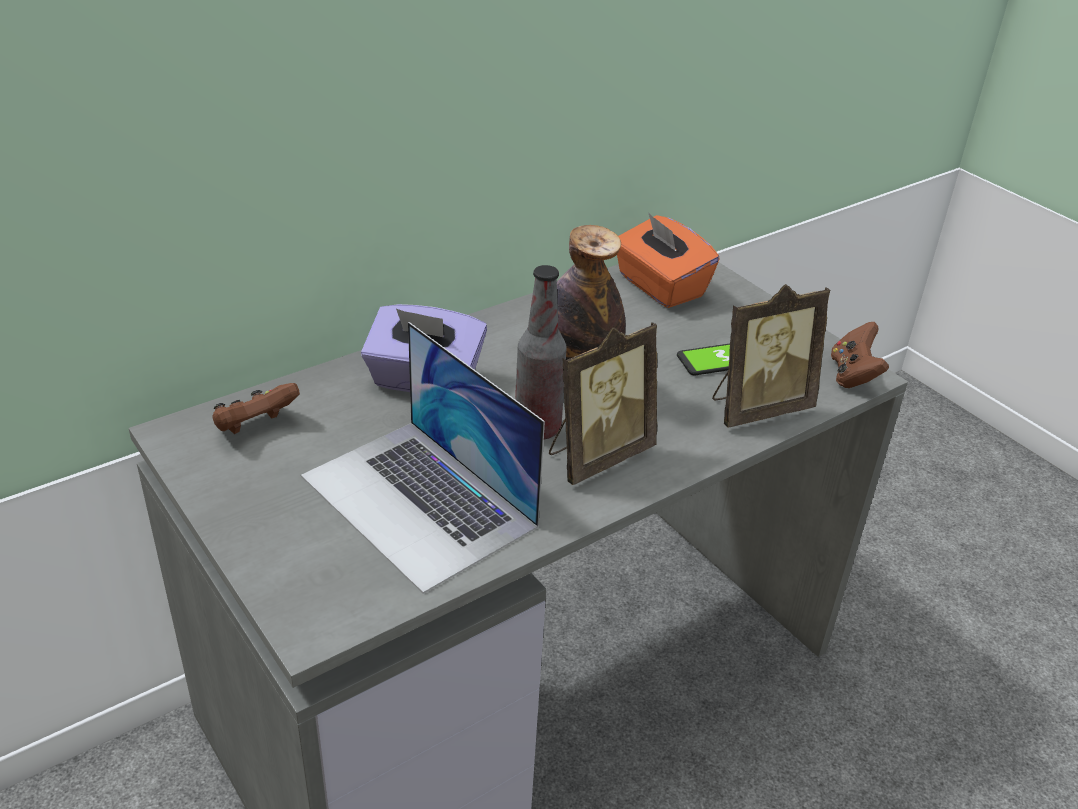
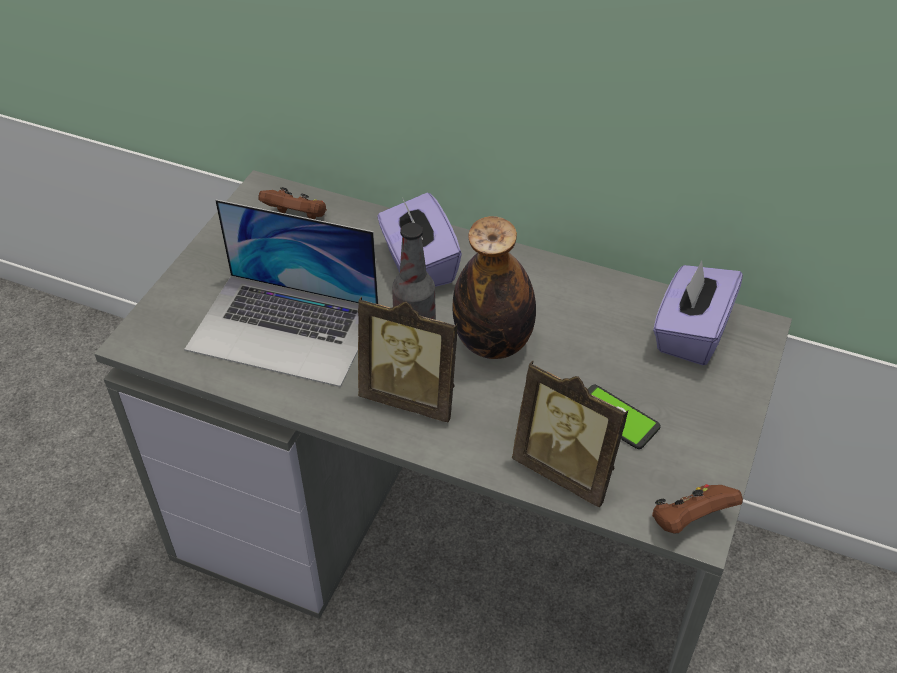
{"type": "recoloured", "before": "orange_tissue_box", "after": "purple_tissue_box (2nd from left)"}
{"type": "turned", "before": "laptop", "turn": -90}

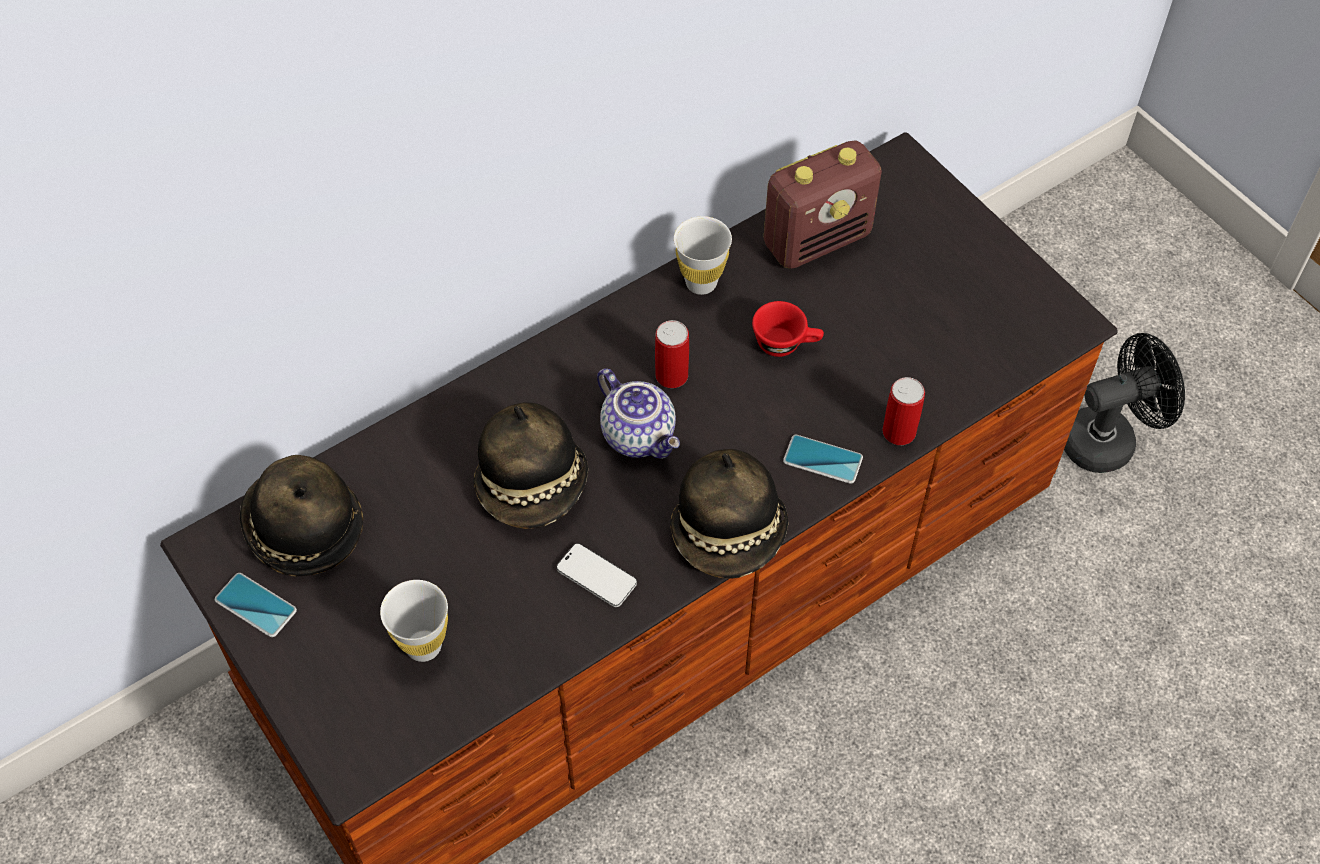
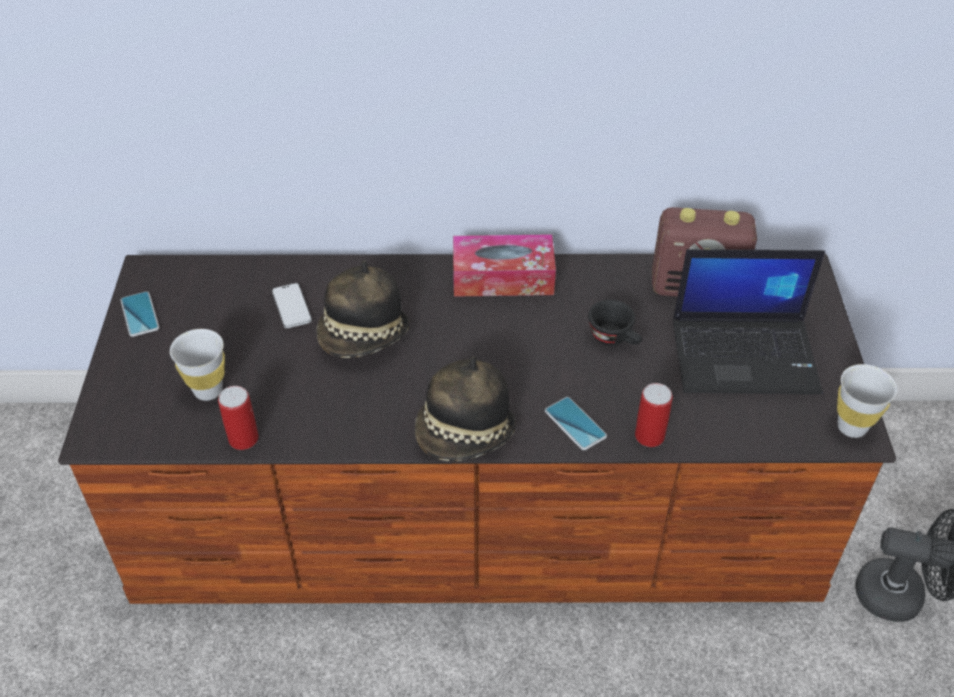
{"type": "removed", "before": "hat (1st from left)"}
{"type": "removed", "before": "teapot"}
{"type": "added", "after": "tissue_box"}
{"type": "added", "after": "laptop"}
{"type": "moved", "before": "phone (2nd from left)"}
{"type": "moved", "before": "can (1st from left)"}
{"type": "moved", "before": "white_cup (2nd from left)"}
{"type": "recoloured", "before": "red_cup", "after": "black_cup"}

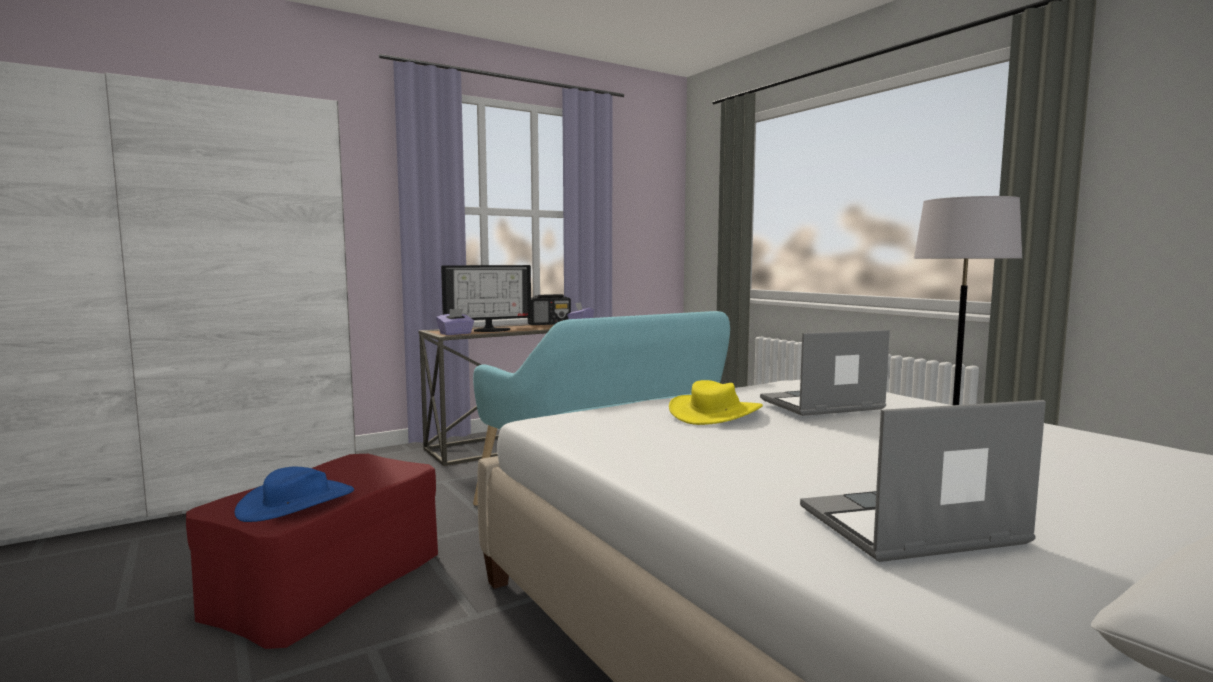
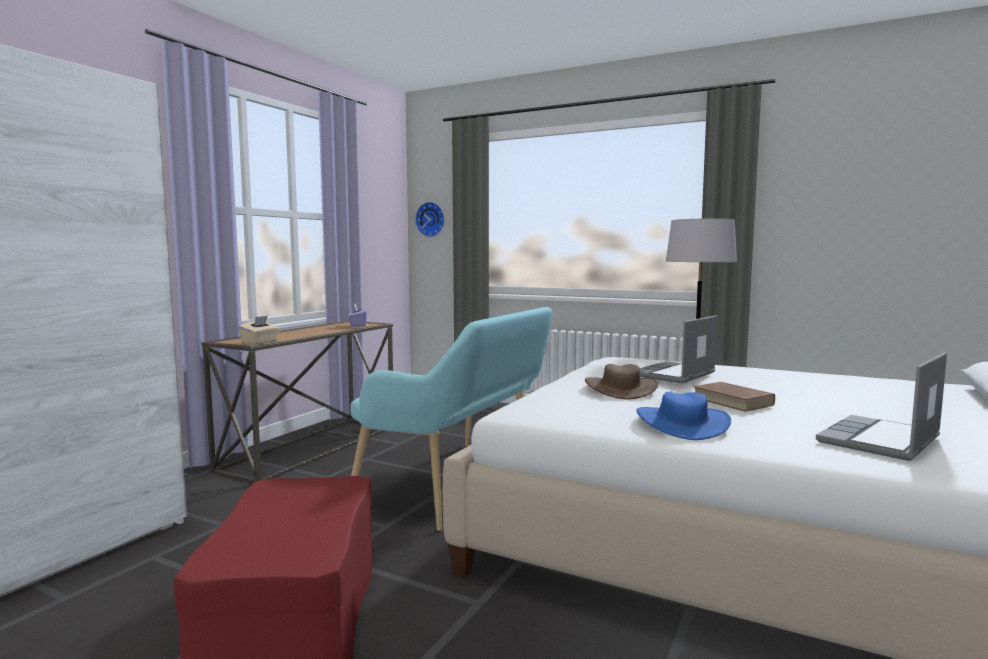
{"type": "removed", "before": "monitor"}
{"type": "removed", "before": "radio"}
{"type": "added", "after": "wall_clock"}
{"type": "added", "after": "brown_book"}
{"type": "moved", "before": "blue_hat"}
{"type": "recoloured", "before": "purple_tissue_box (1st from left)", "after": "beige_tissue_box"}
{"type": "recoloured", "before": "yellow_hat", "after": "brown_hat"}

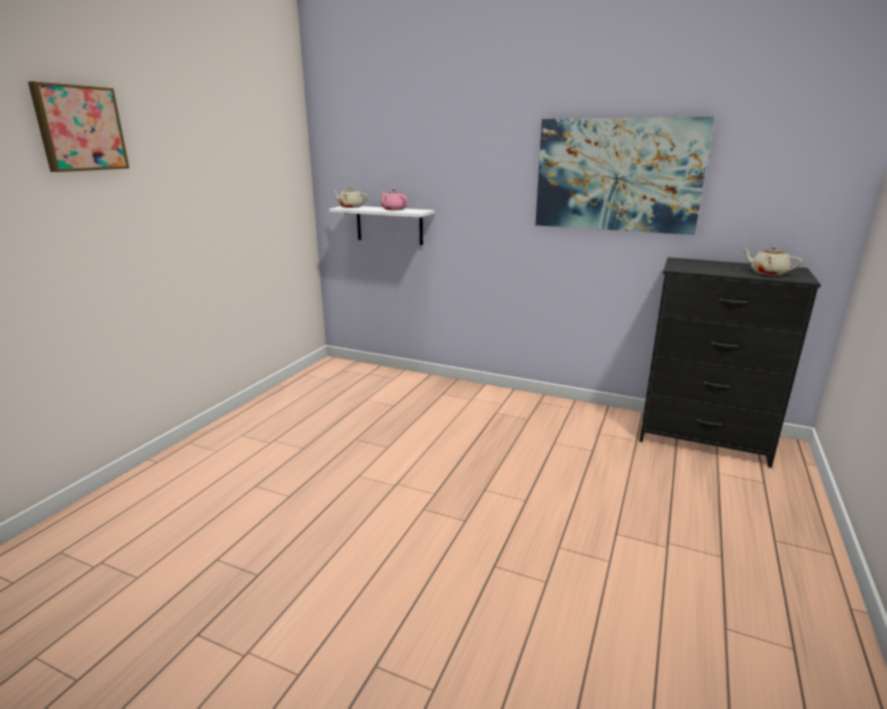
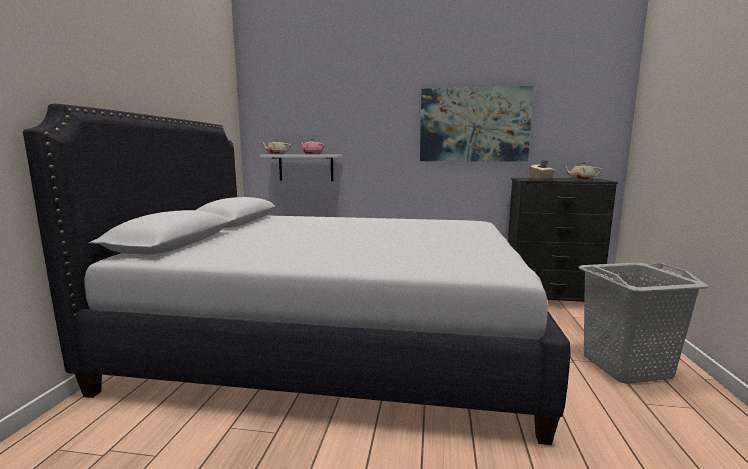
{"type": "removed", "before": "picture (1st from left)"}
{"type": "added", "after": "white_bed"}
{"type": "added", "after": "beige_tissue_box"}
{"type": "added", "after": "grey_laundry_basket"}

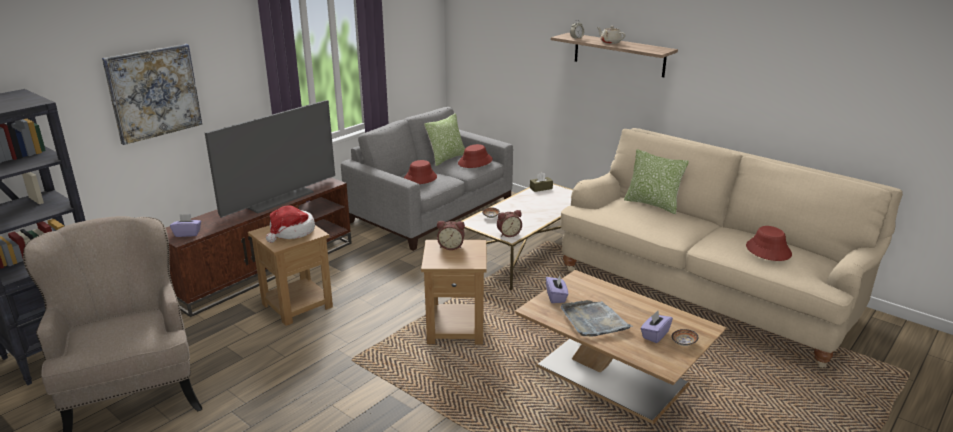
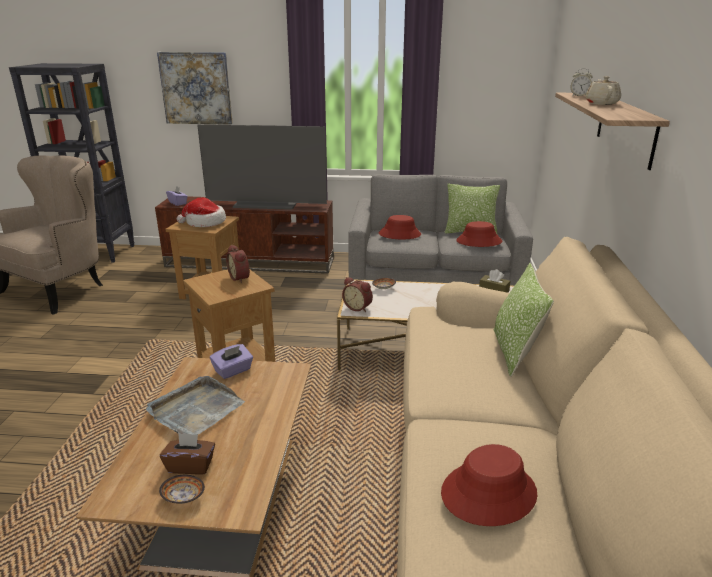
{"type": "recoloured", "before": "purple_tissue_box (3rd from left)", "after": "brown_tissue_box (1st from left)"}

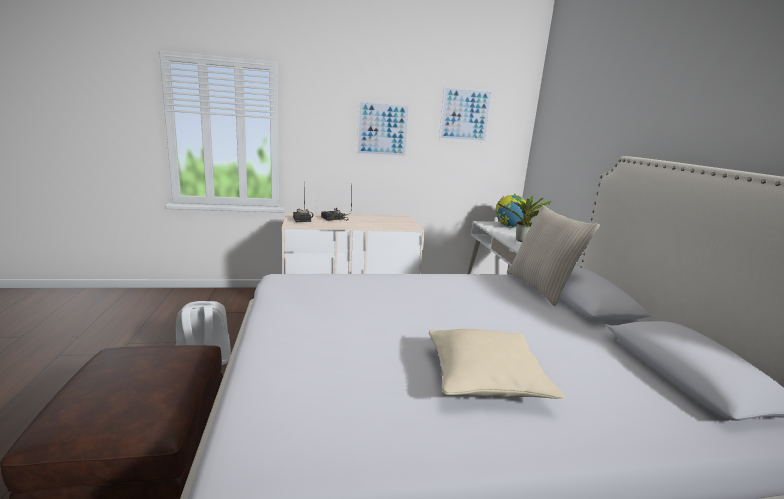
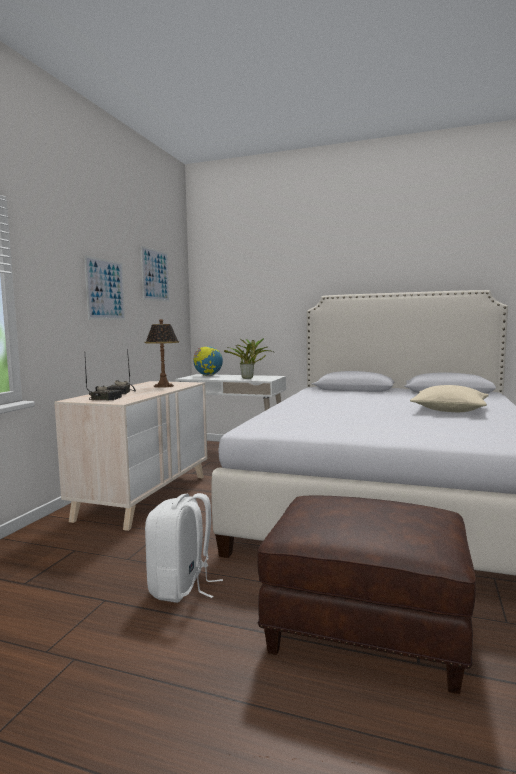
{"type": "removed", "before": "beige_pillow (2nd from left)"}
{"type": "added", "after": "table_lamp"}

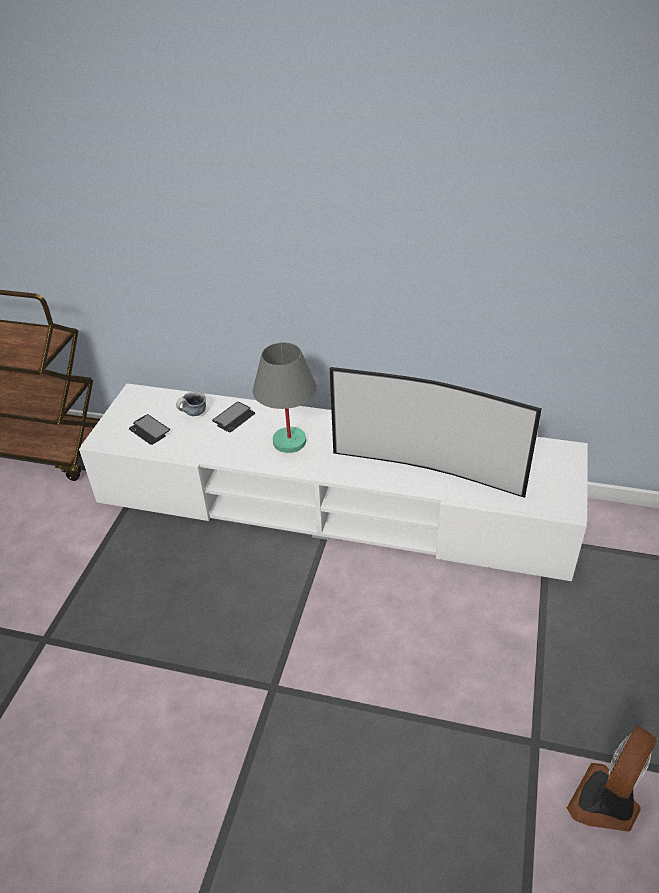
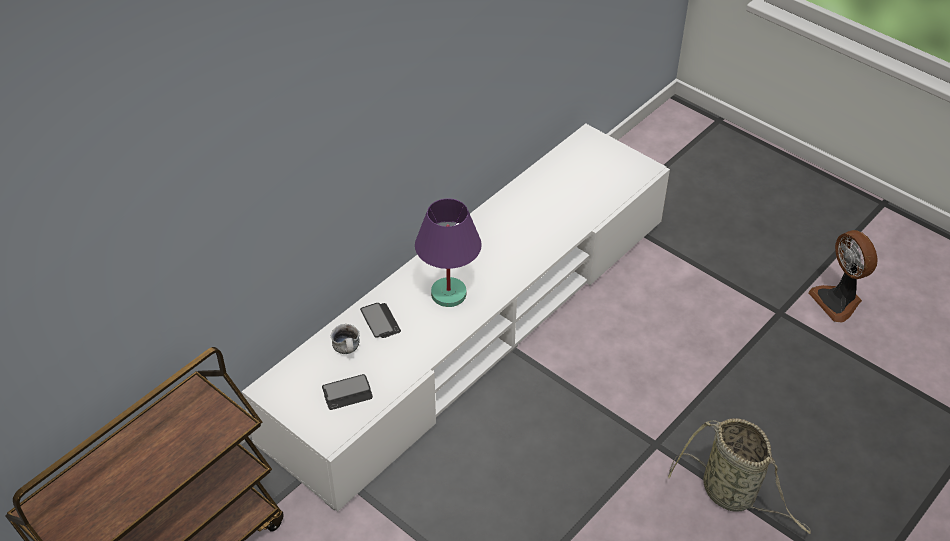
{"type": "removed", "before": "television"}
{"type": "added", "after": "basket"}
{"type": "recoloured", "before": "grey_table_lamp", "after": "purple_table_lamp"}

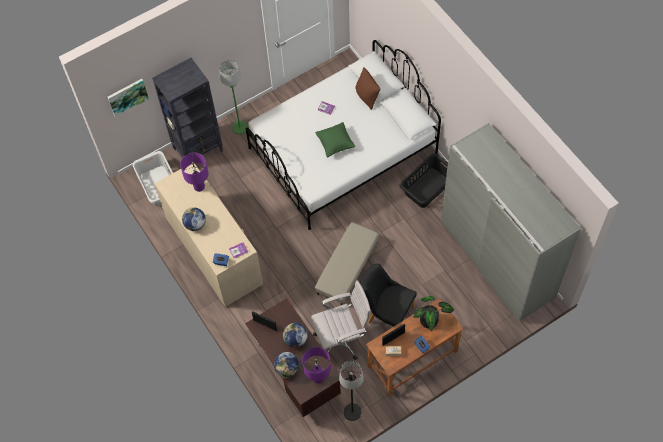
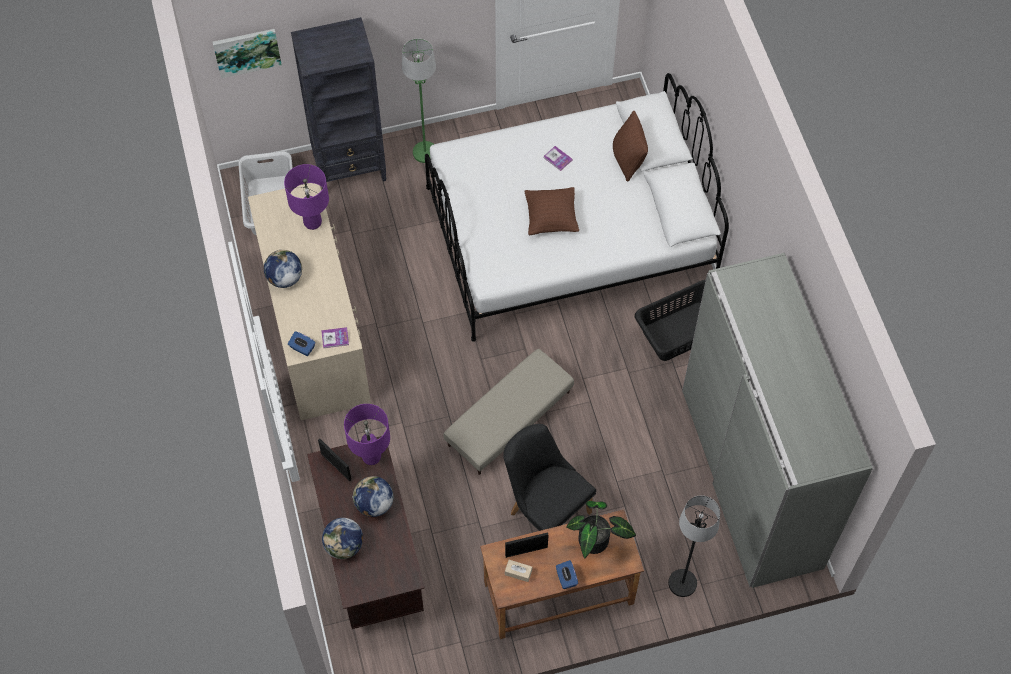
{"type": "removed", "before": "white_office_chair"}
{"type": "moved", "before": "purple_table_lamp (2nd from left)"}
{"type": "moved", "before": "black_floor_lamp"}
{"type": "recoloured", "before": "green_pillow", "after": "brown_pillow (1st from left)"}

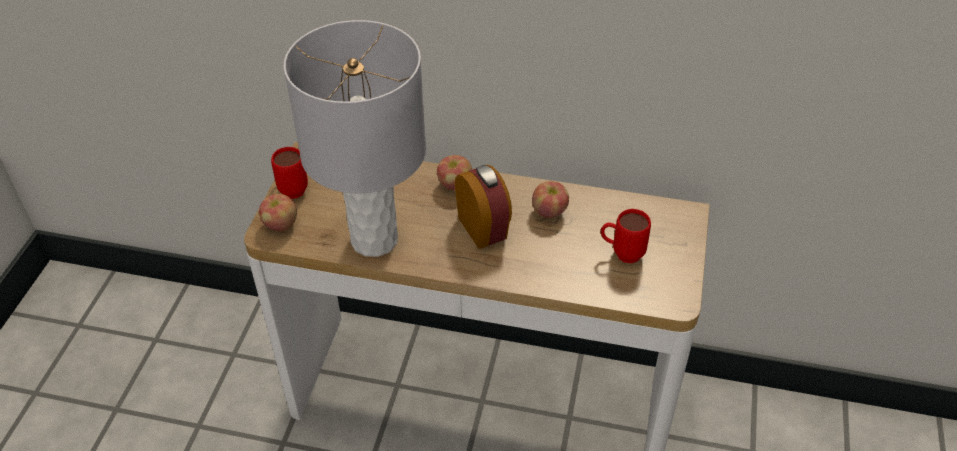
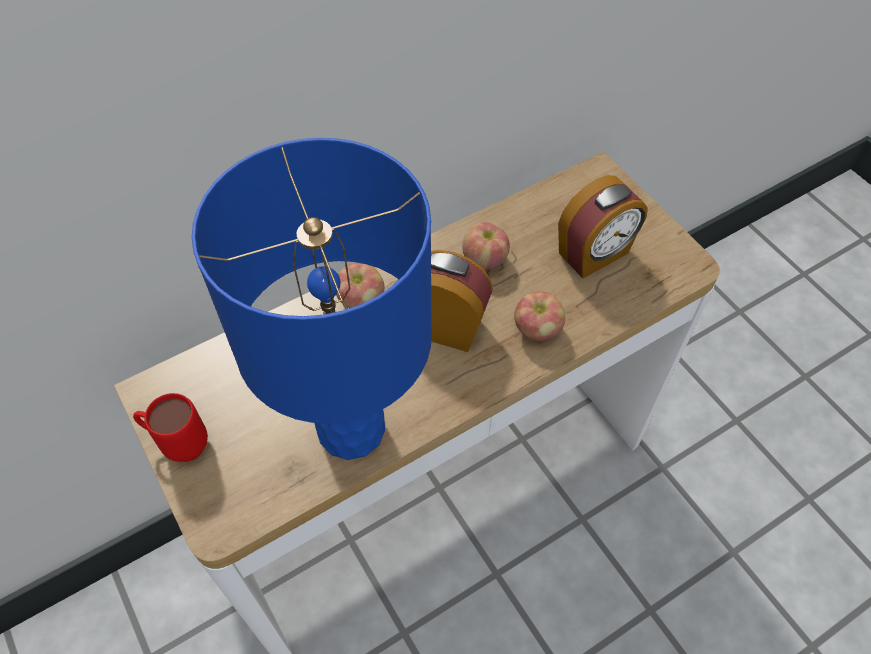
{"type": "moved", "before": "apple (1st from left in the first image)", "after": "apple (3rd from left)"}
{"type": "replaced", "before": "red_mug (2nd from left)", "after": "alarm_clock (2nd from left)"}
{"type": "recoloured", "before": "grey_table_lamp", "after": "blue_table_lamp"}

